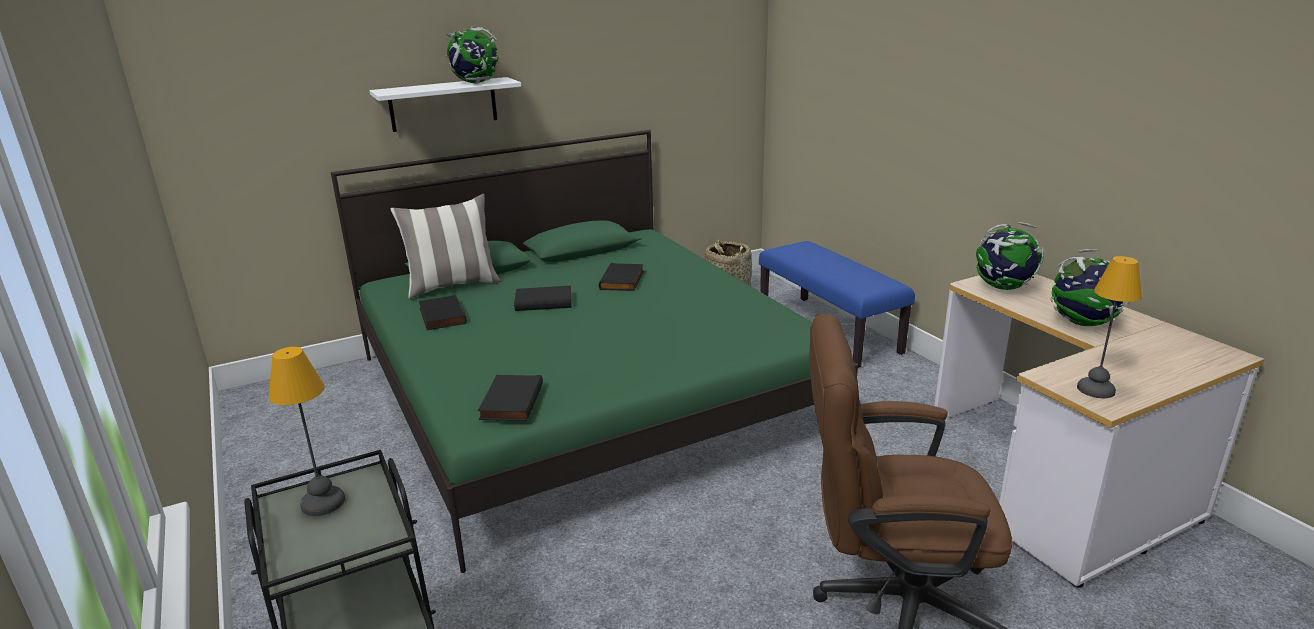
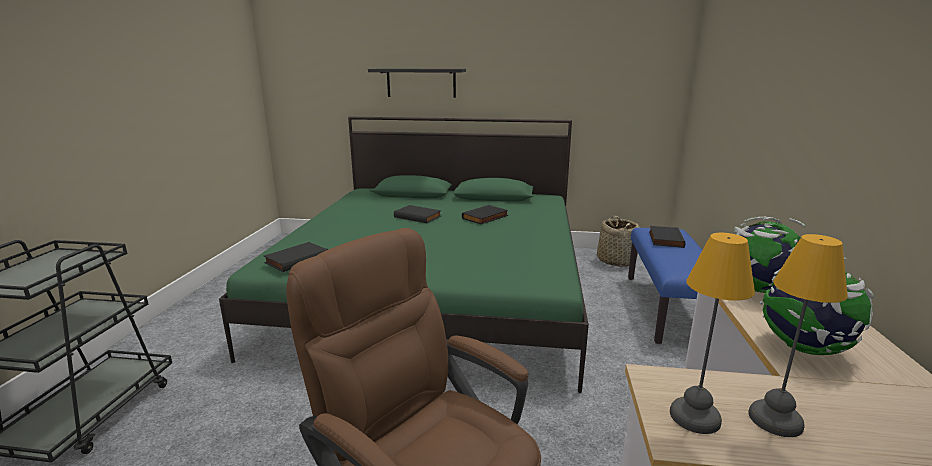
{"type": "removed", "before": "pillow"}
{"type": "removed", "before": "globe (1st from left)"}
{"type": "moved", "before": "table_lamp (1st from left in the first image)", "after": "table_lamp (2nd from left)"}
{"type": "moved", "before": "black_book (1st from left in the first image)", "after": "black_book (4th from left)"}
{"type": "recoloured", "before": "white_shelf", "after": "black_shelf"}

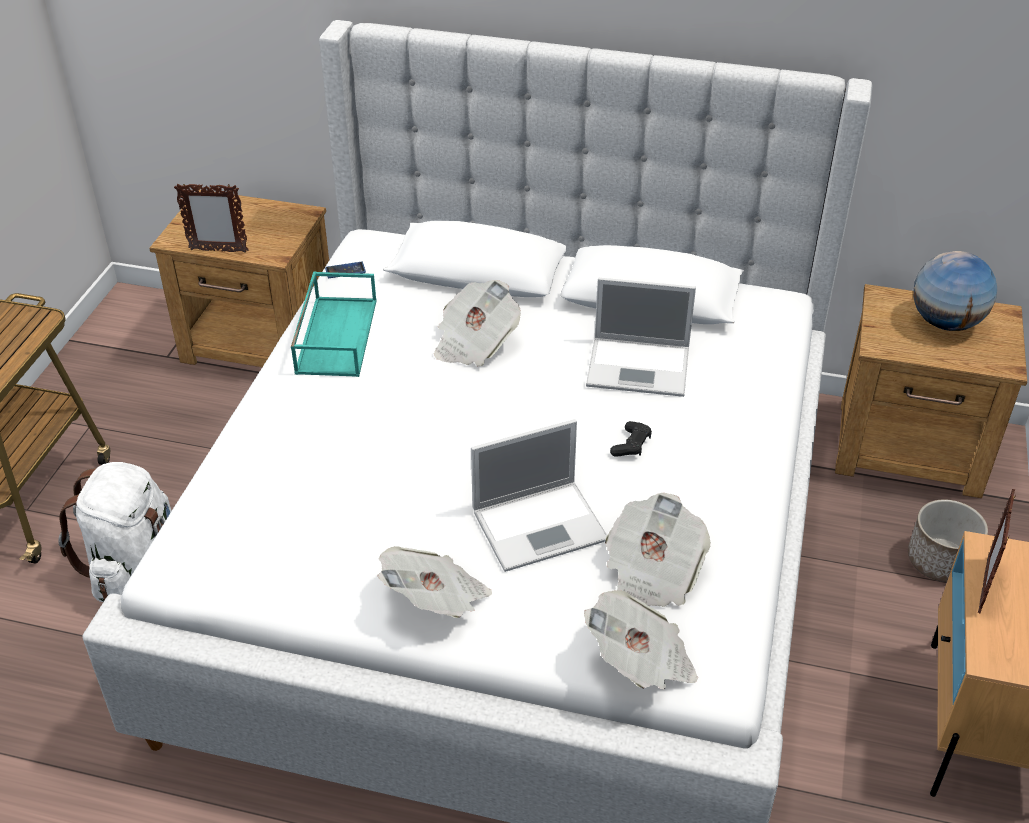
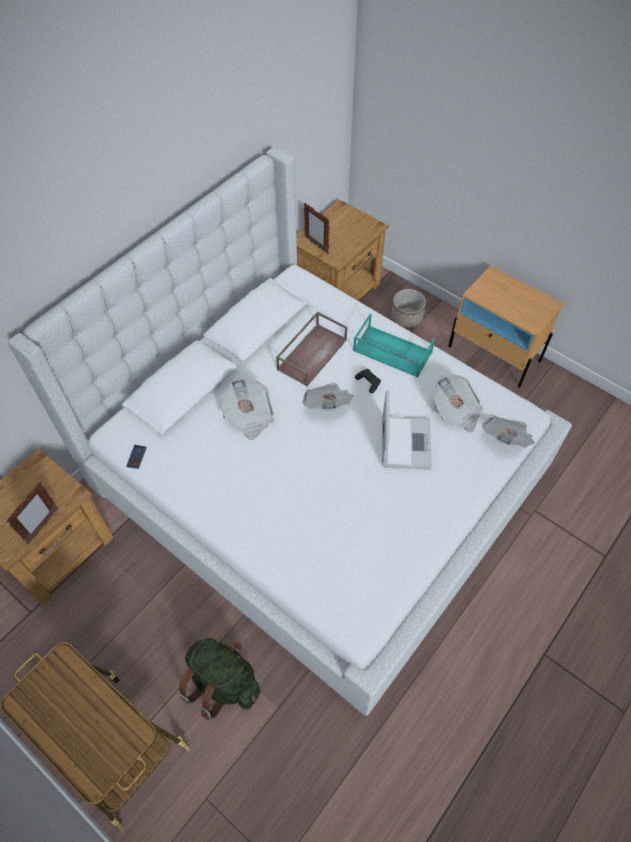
{"type": "removed", "before": "globe"}
{"type": "moved", "before": "turquoise_tray"}
{"type": "moved", "before": "newspaper (1st from left in the first image)", "after": "newspaper (2nd from left)"}
{"type": "moved", "before": "picture_frame (2nd from left)"}
{"type": "replaced", "before": "laptop (2nd from left)", "after": "brown_tray"}
{"type": "recoloured", "before": "white_backpack", "after": "green_backpack"}

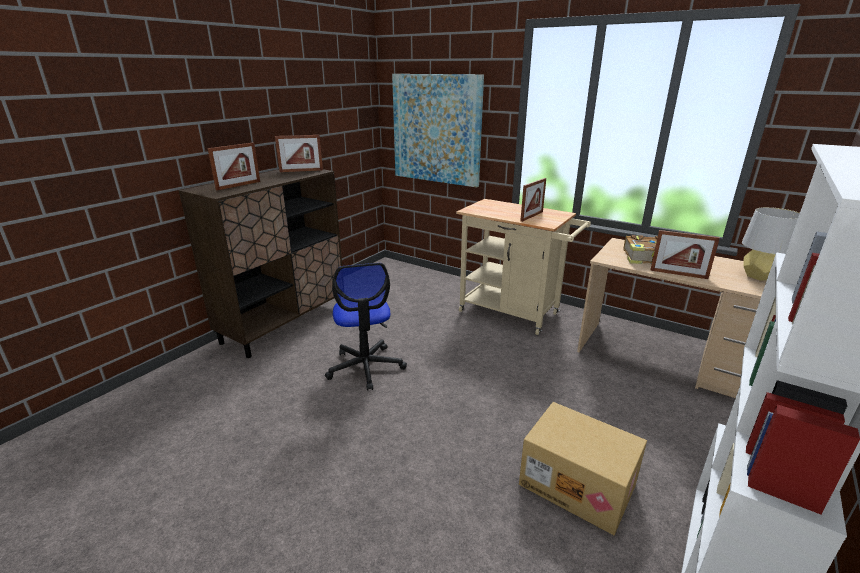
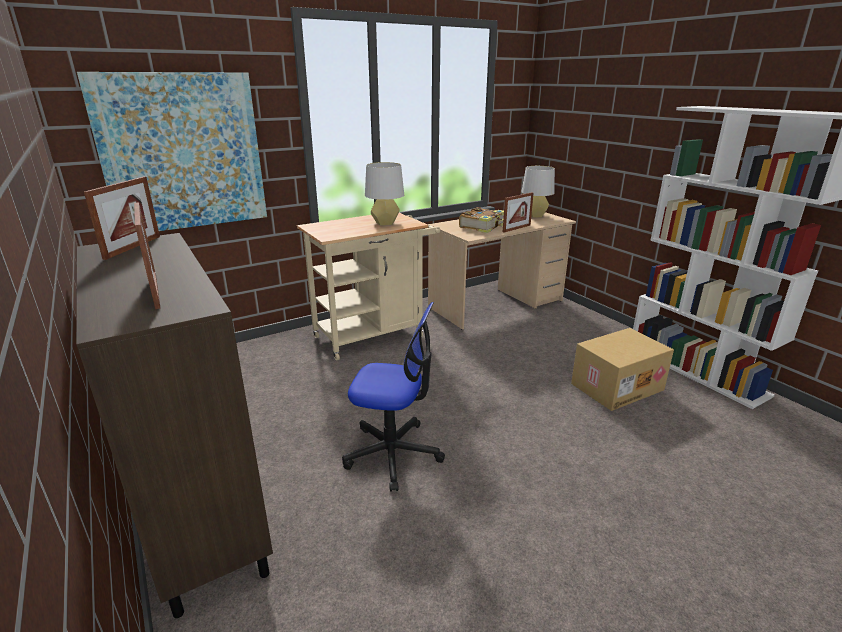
{"type": "replaced", "before": "picture_frame (3rd from left)", "after": "grey_table_lamp (1st from left)"}

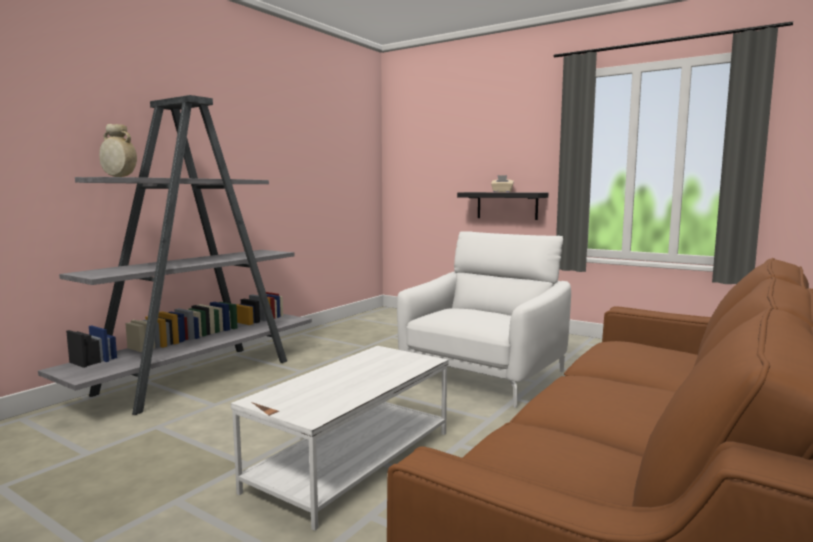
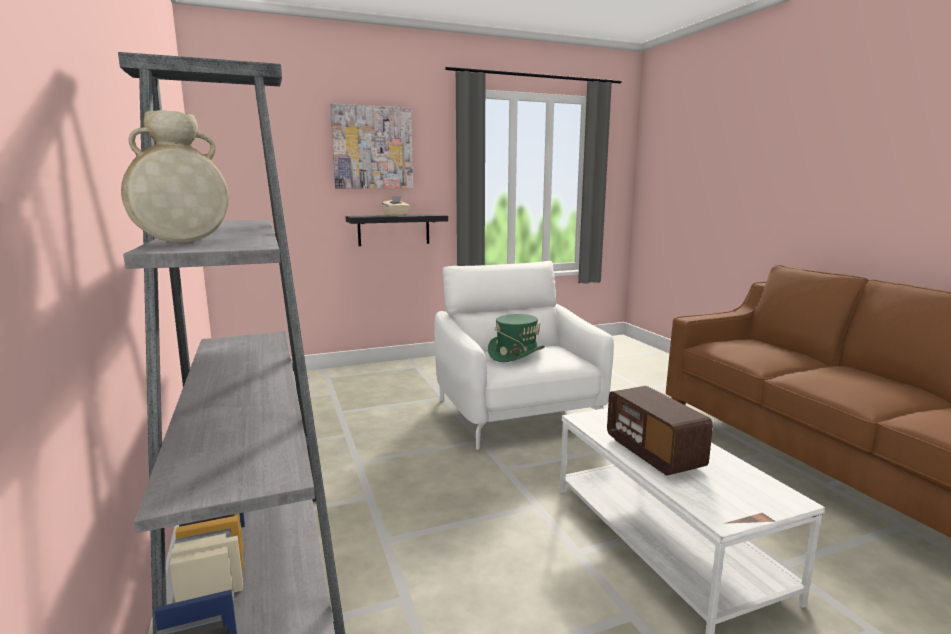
{"type": "added", "after": "picture"}
{"type": "added", "after": "green_hat"}
{"type": "added", "after": "radio"}

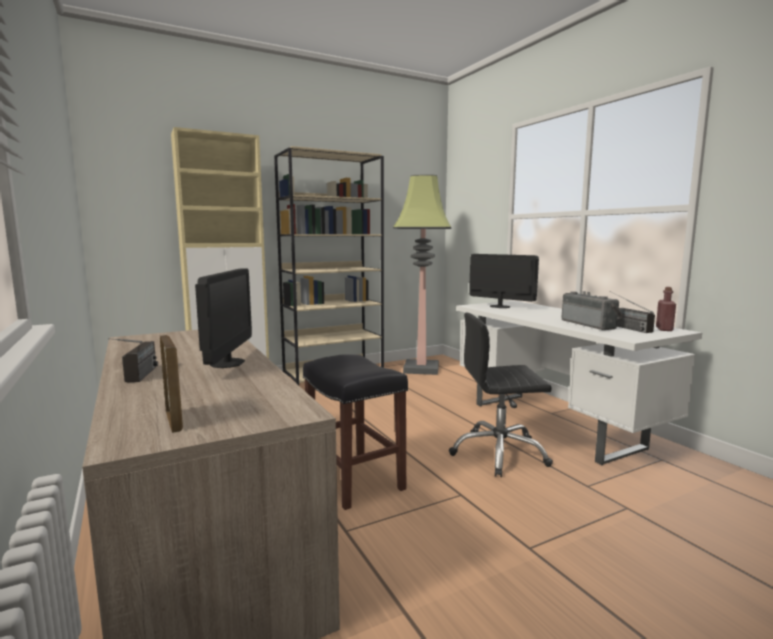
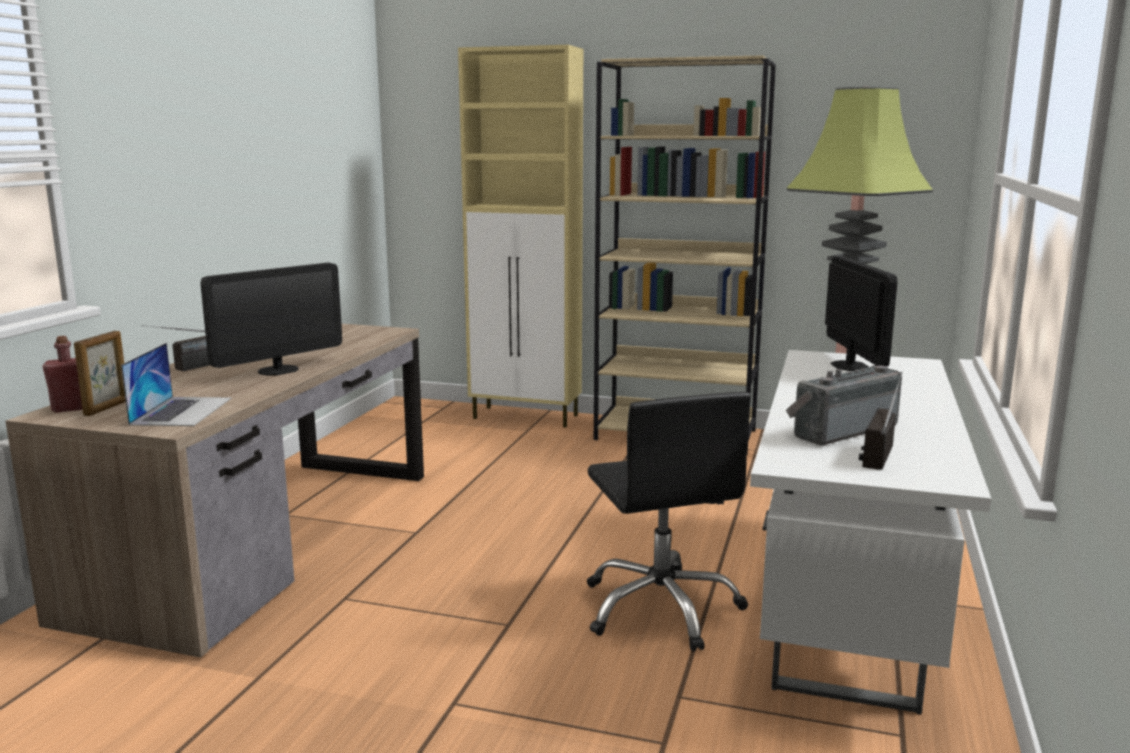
{"type": "removed", "before": "black_stool"}
{"type": "added", "after": "laptop"}
{"type": "moved", "before": "red_bottle"}
{"type": "turned", "before": "black_office_chair", "turn": -150}
{"type": "turned", "before": "radio (2nd from left)", "turn": -150}

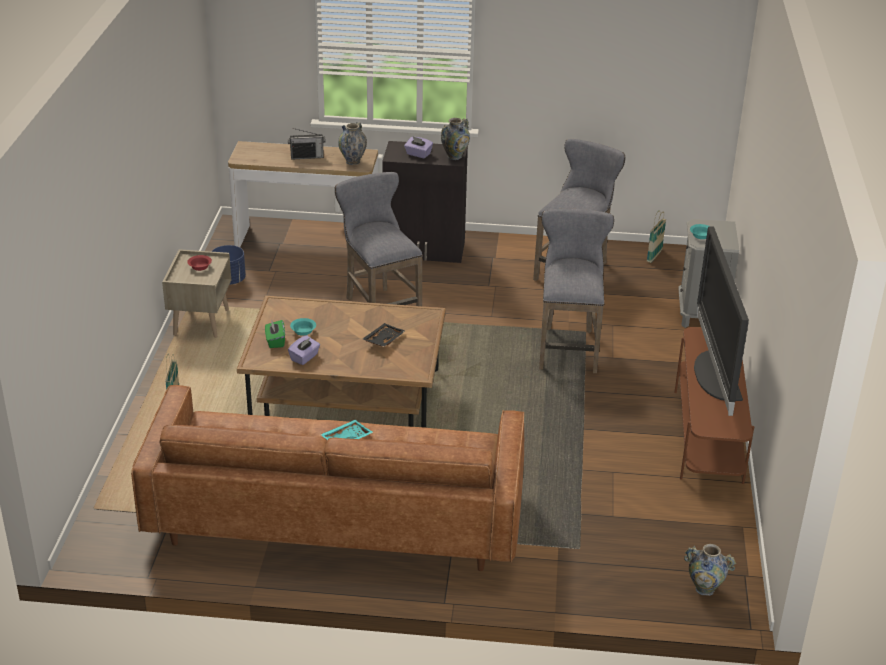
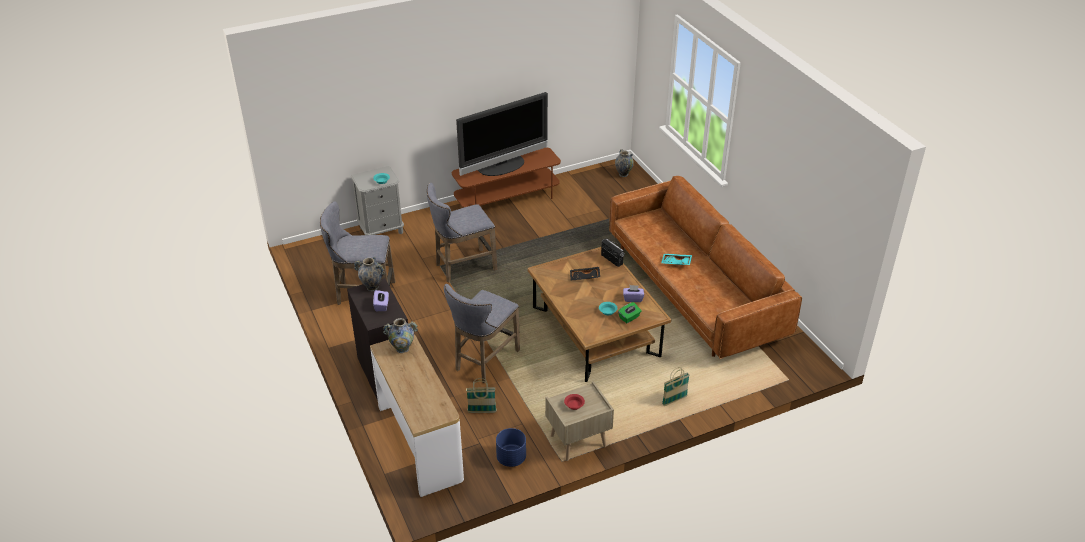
{"type": "moved", "before": "radio"}
{"type": "moved", "before": "basket (2nd from left in the first image)", "after": "basket (1st from left)"}

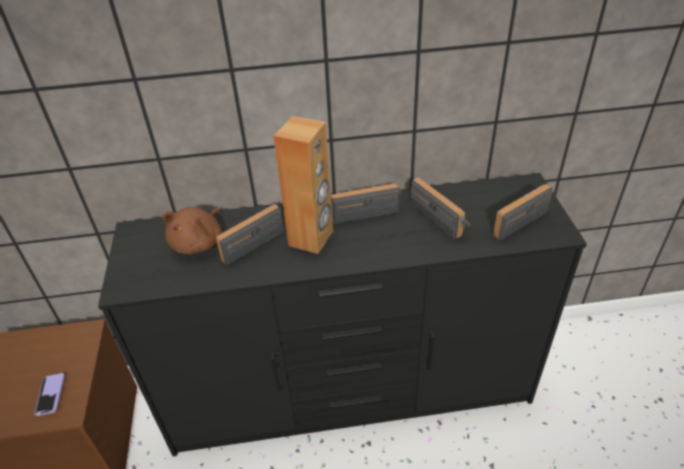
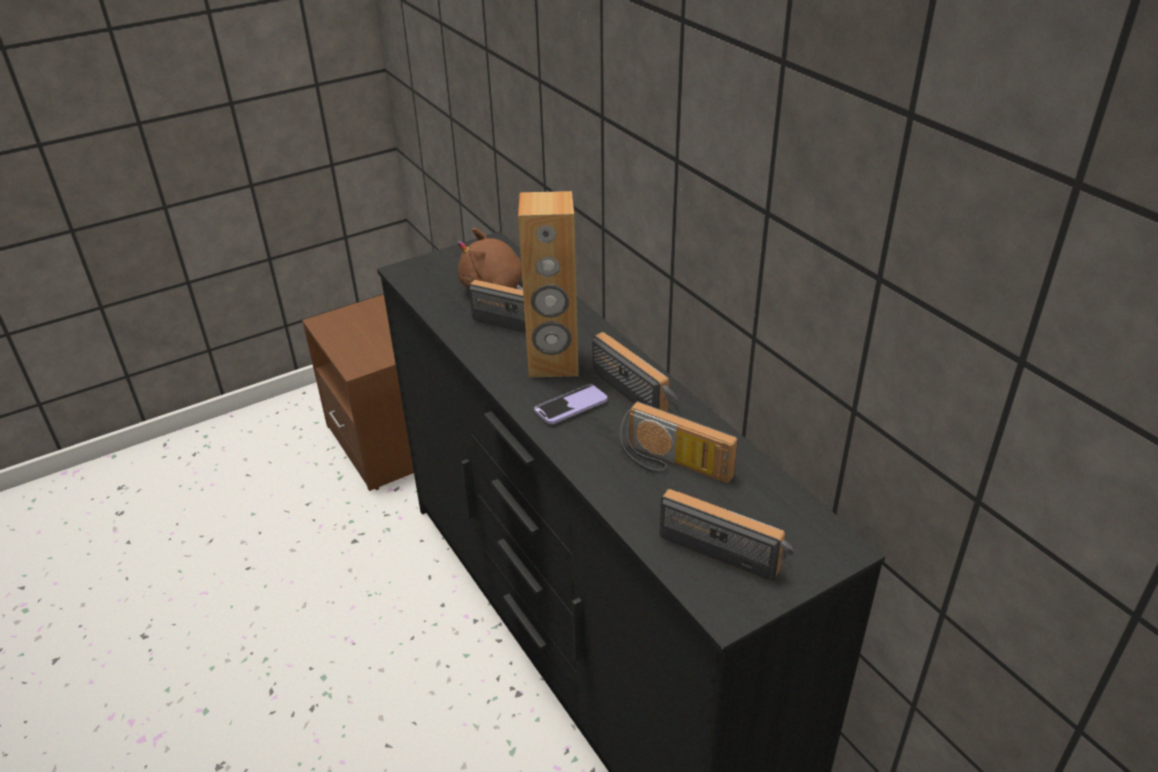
{"type": "moved", "before": "phone"}
{"type": "turned", "before": "radio (3rd from left)", "turn": 90}

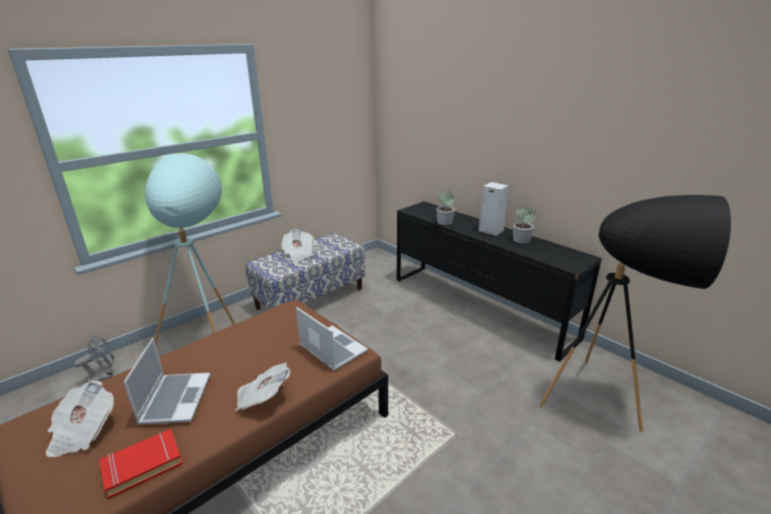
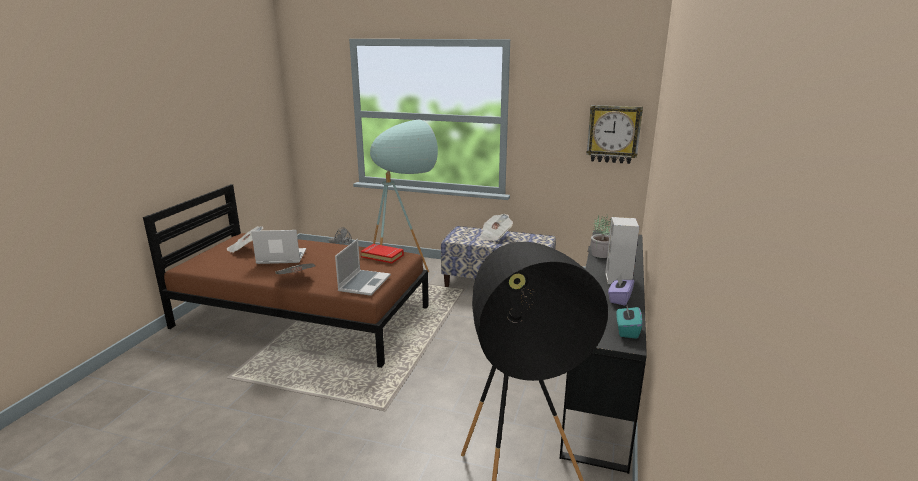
{"type": "added", "after": "wall_clock"}
{"type": "added", "after": "turquoise_tissue_box"}
{"type": "moved", "before": "red_book"}
{"type": "replaced", "before": "potted_plant (2nd from left)", "after": "purple_tissue_box"}
{"type": "turned", "before": "laptop (1st from left)", "turn": -150}

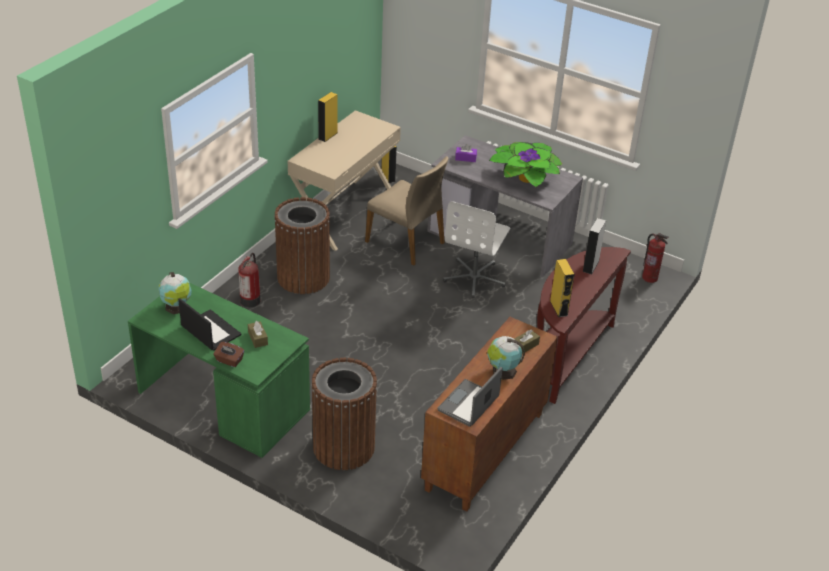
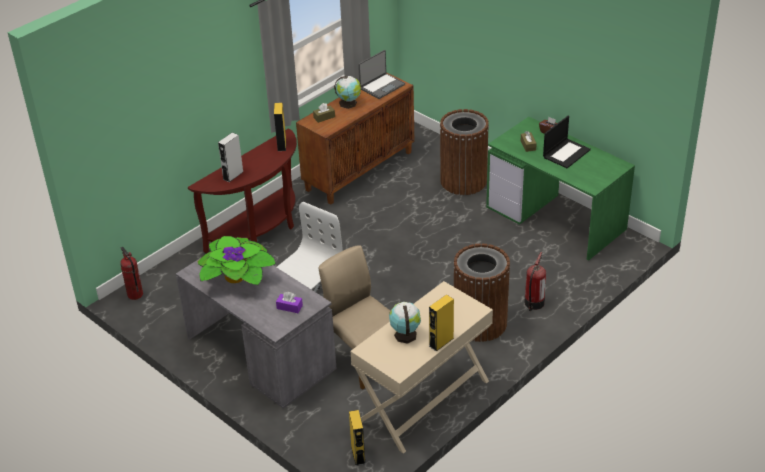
{"type": "moved", "before": "globe (1st from left in the first image)", "after": "globe (2nd from left)"}
{"type": "turned", "before": "laptop (1st from left in the first image)", "turn": -105}

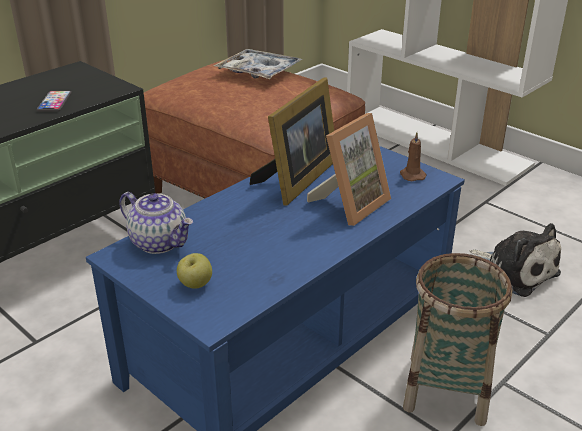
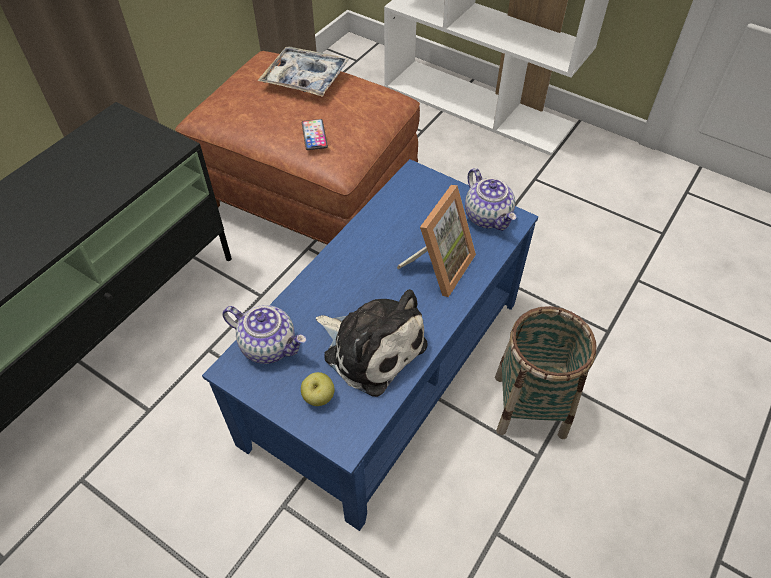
{"type": "removed", "before": "picture_frame (1st from left)"}
{"type": "moved", "before": "phone"}
{"type": "moved", "before": "plush_toy"}
{"type": "replaced", "before": "brown_candle", "after": "teapot (2nd from left)"}

